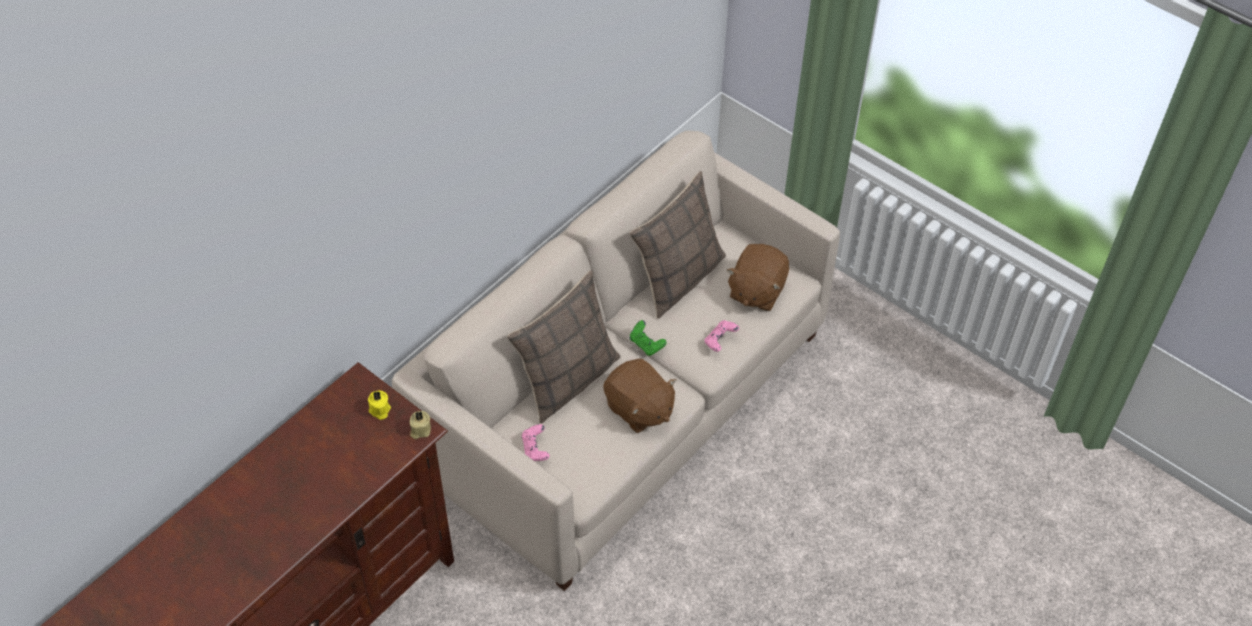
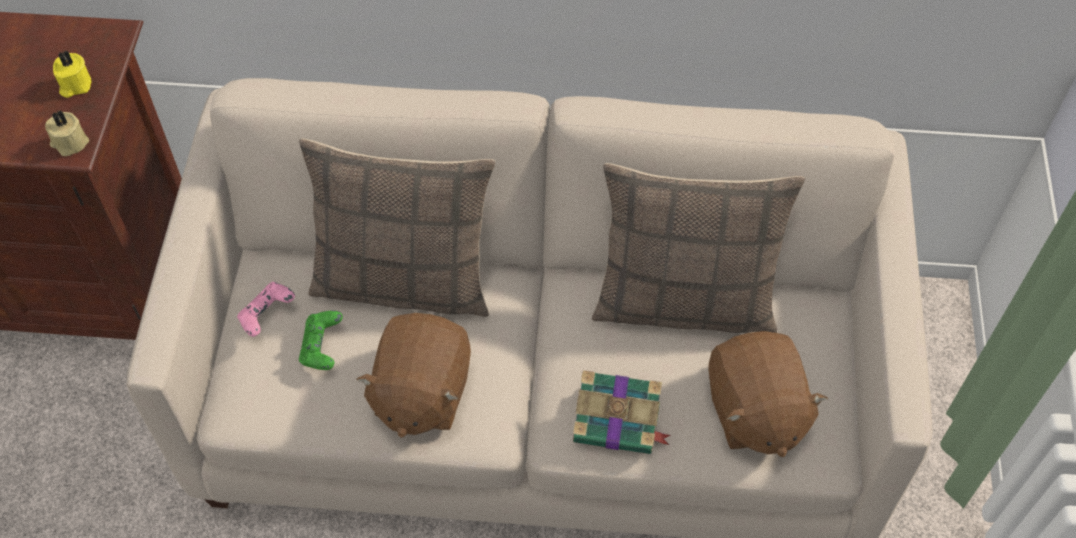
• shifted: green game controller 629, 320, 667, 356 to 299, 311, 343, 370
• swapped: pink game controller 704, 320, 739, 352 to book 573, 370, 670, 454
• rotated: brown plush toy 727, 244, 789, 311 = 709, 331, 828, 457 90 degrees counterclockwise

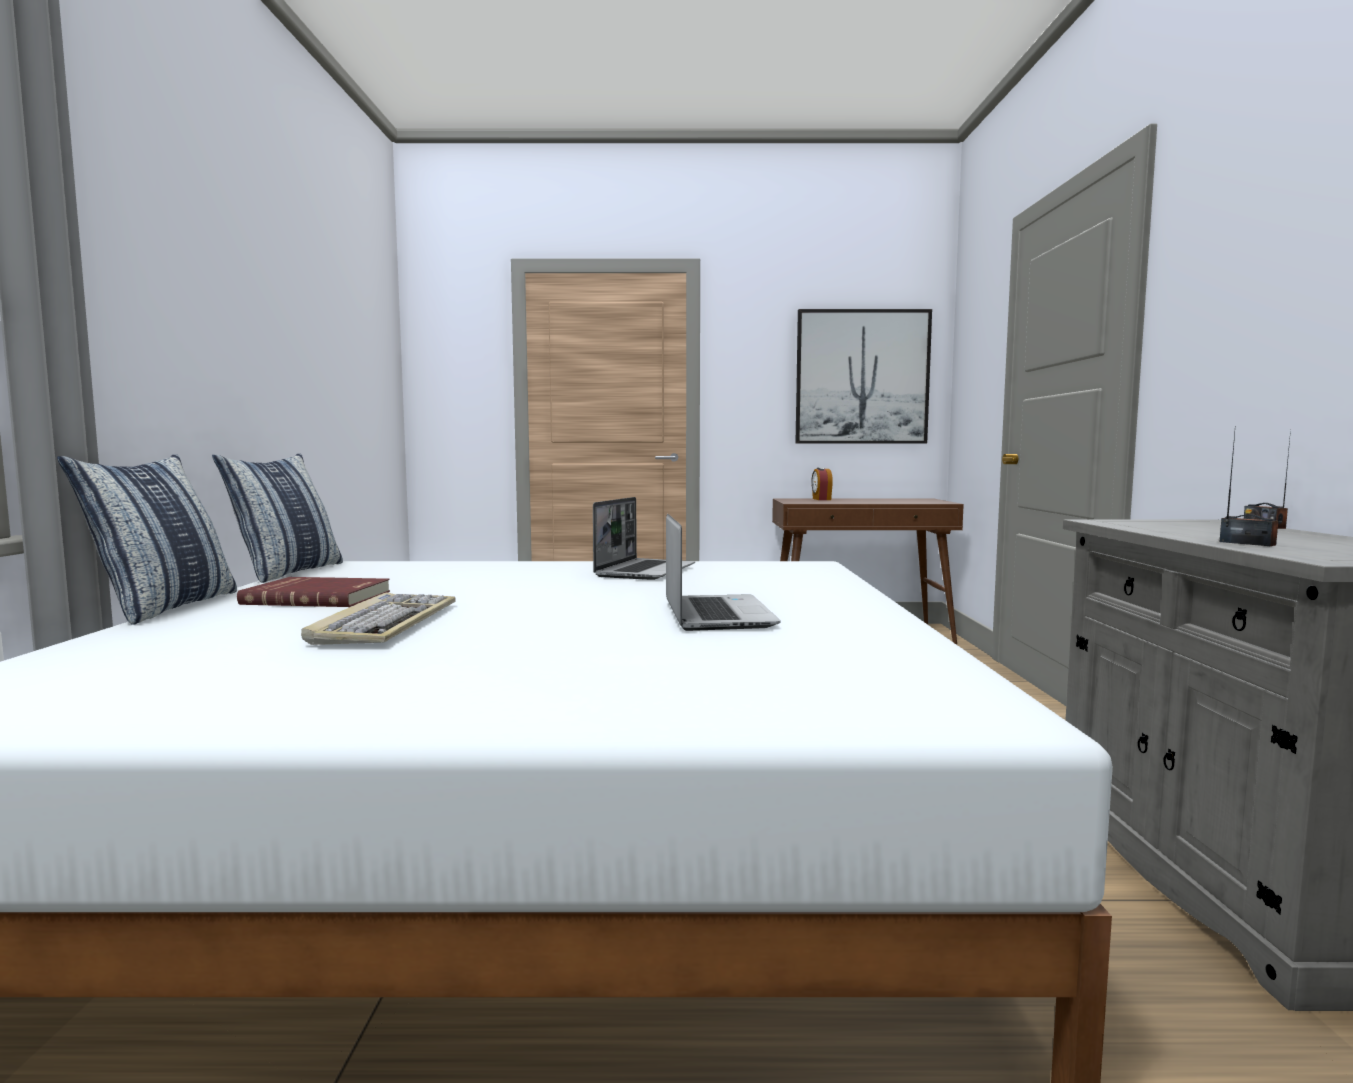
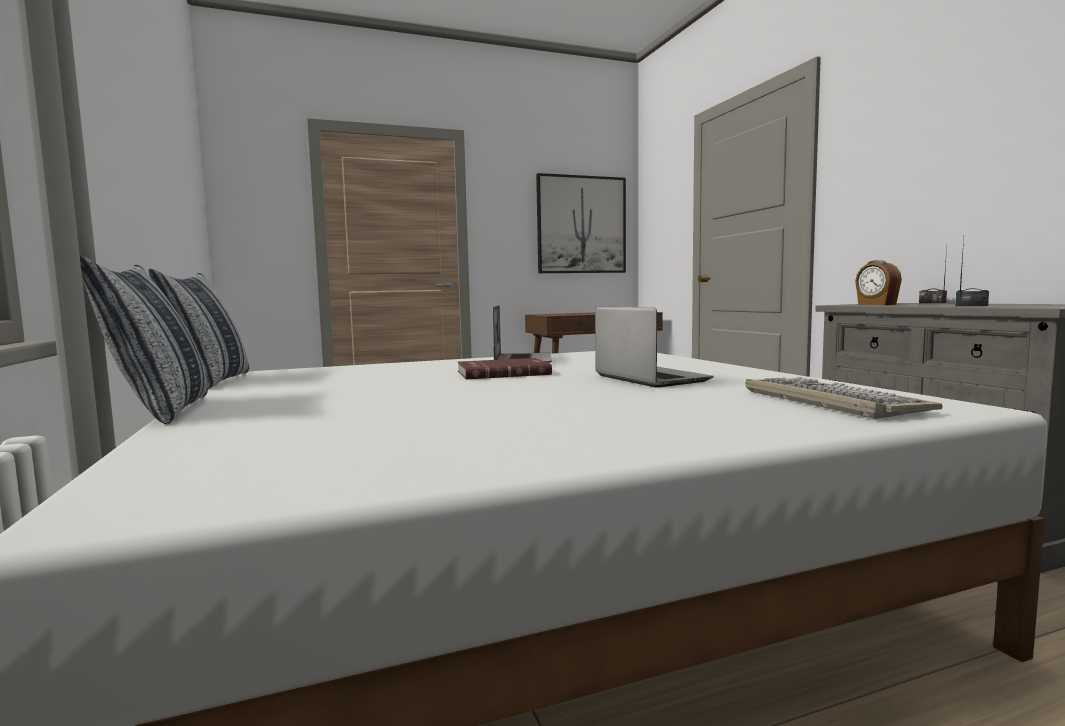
• shifted: red book 237, 577, 390, 607 to 457, 358, 552, 379
• shifted: keyboard 301, 592, 456, 645 to 745, 377, 942, 419
• shifted: alarm clock 811, 467, 833, 500 to 855, 260, 902, 305

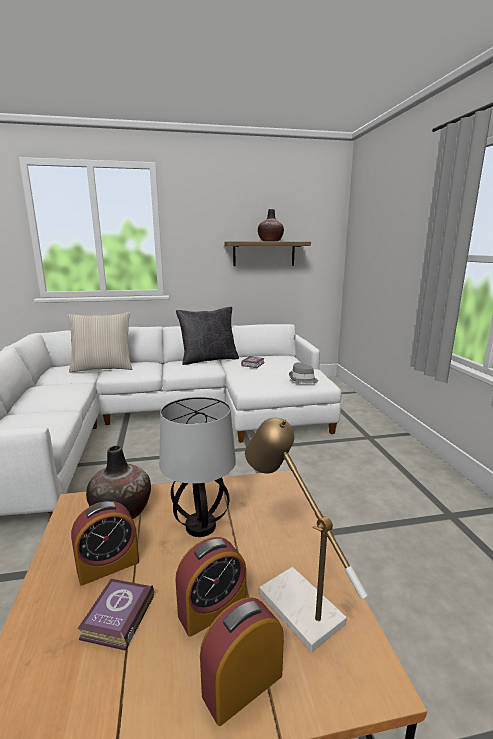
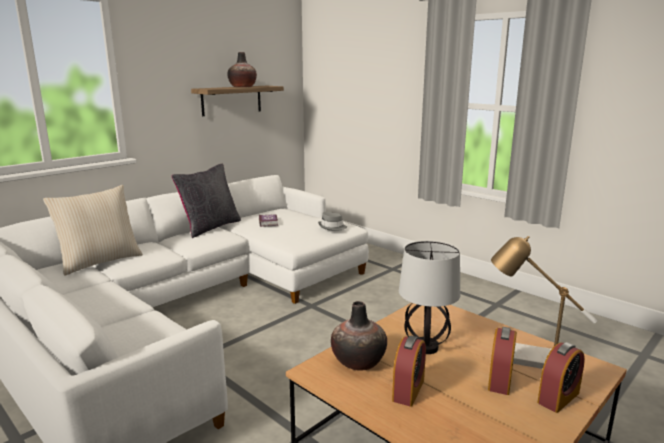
• rotated: alarm clock 200, 597, 284, 726 = 538, 342, 585, 413 150 degrees counterclockwise
• gone: book 77, 579, 154, 651

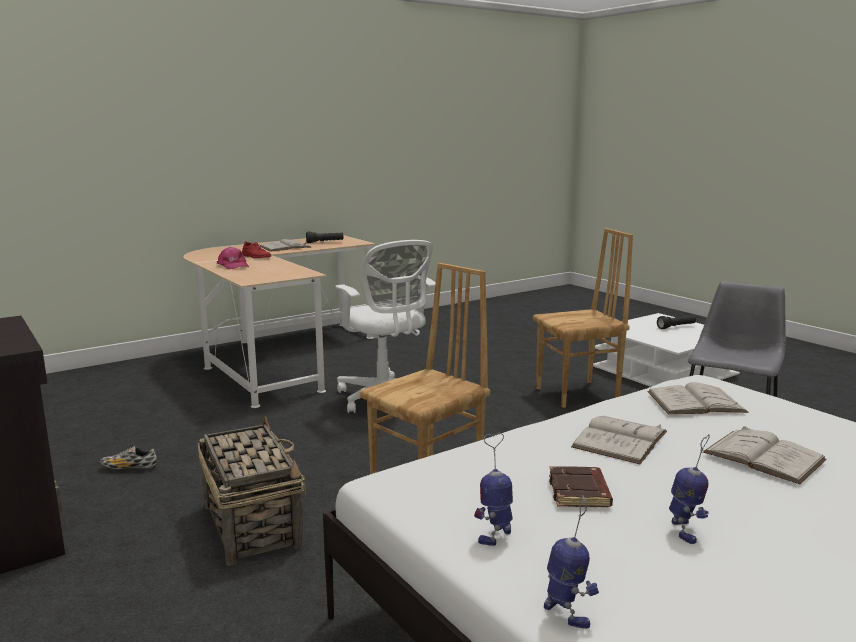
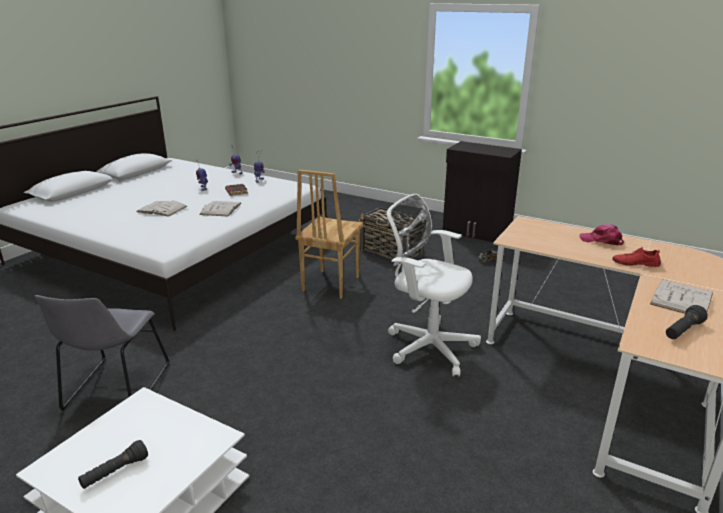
• gone: brown chair 533, 228, 633, 408
• gone: white book 647, 382, 749, 414

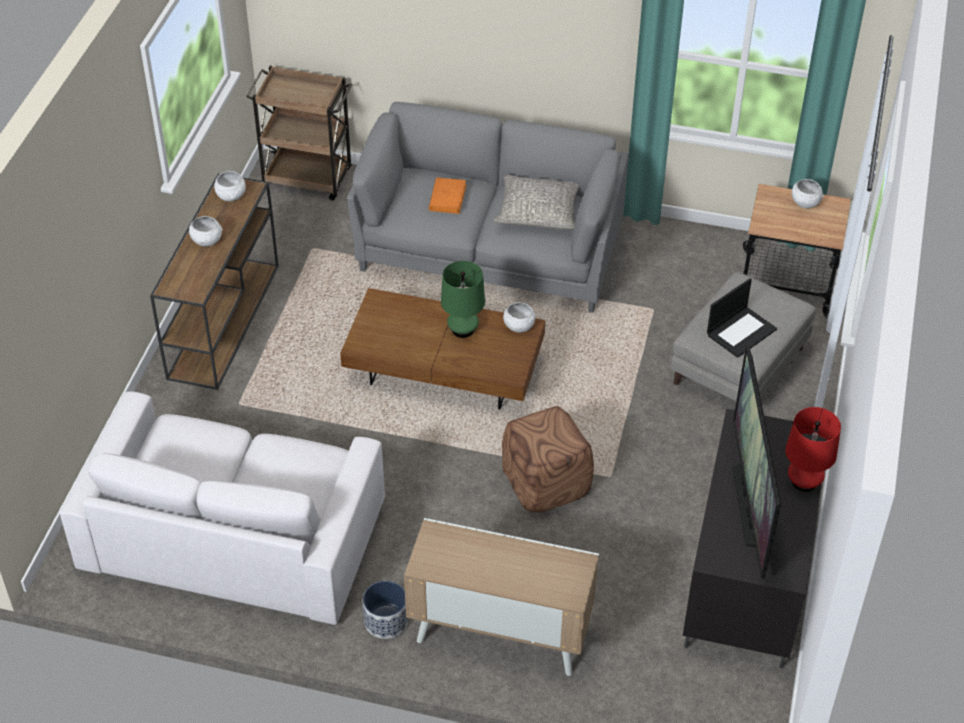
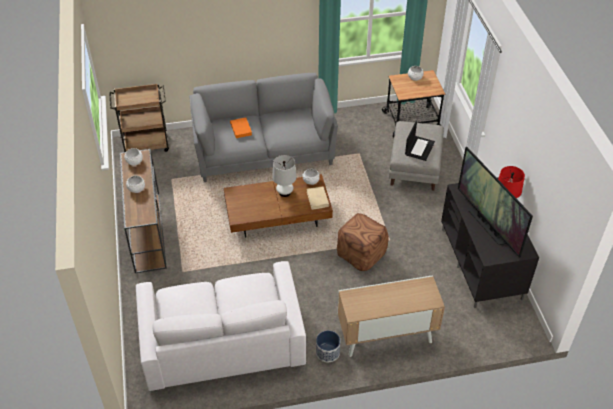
• repainted: green table lamp 441, 261, 485, 338 to white table lamp 272, 155, 297, 197
• new: beige book 307, 186, 330, 210
• gone: grey pillow 494, 174, 580, 230

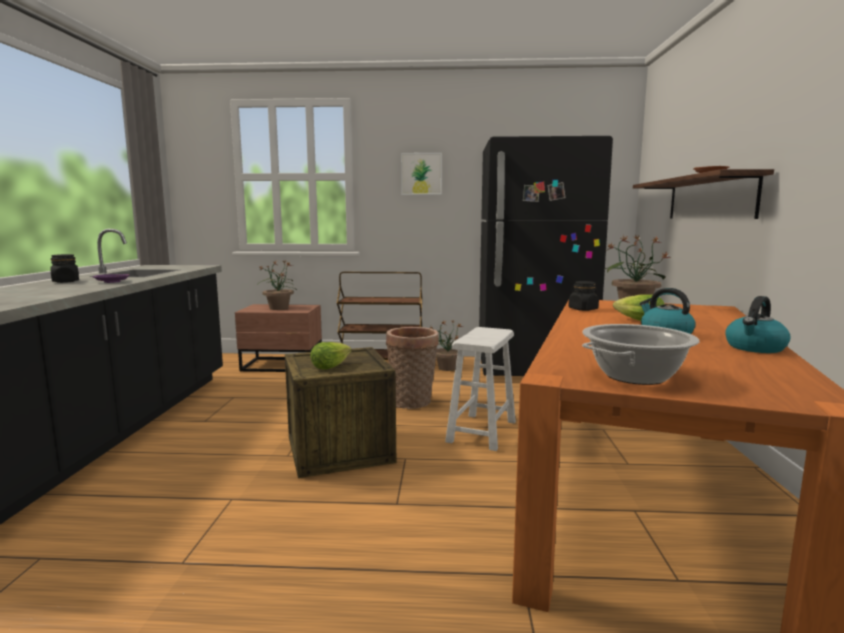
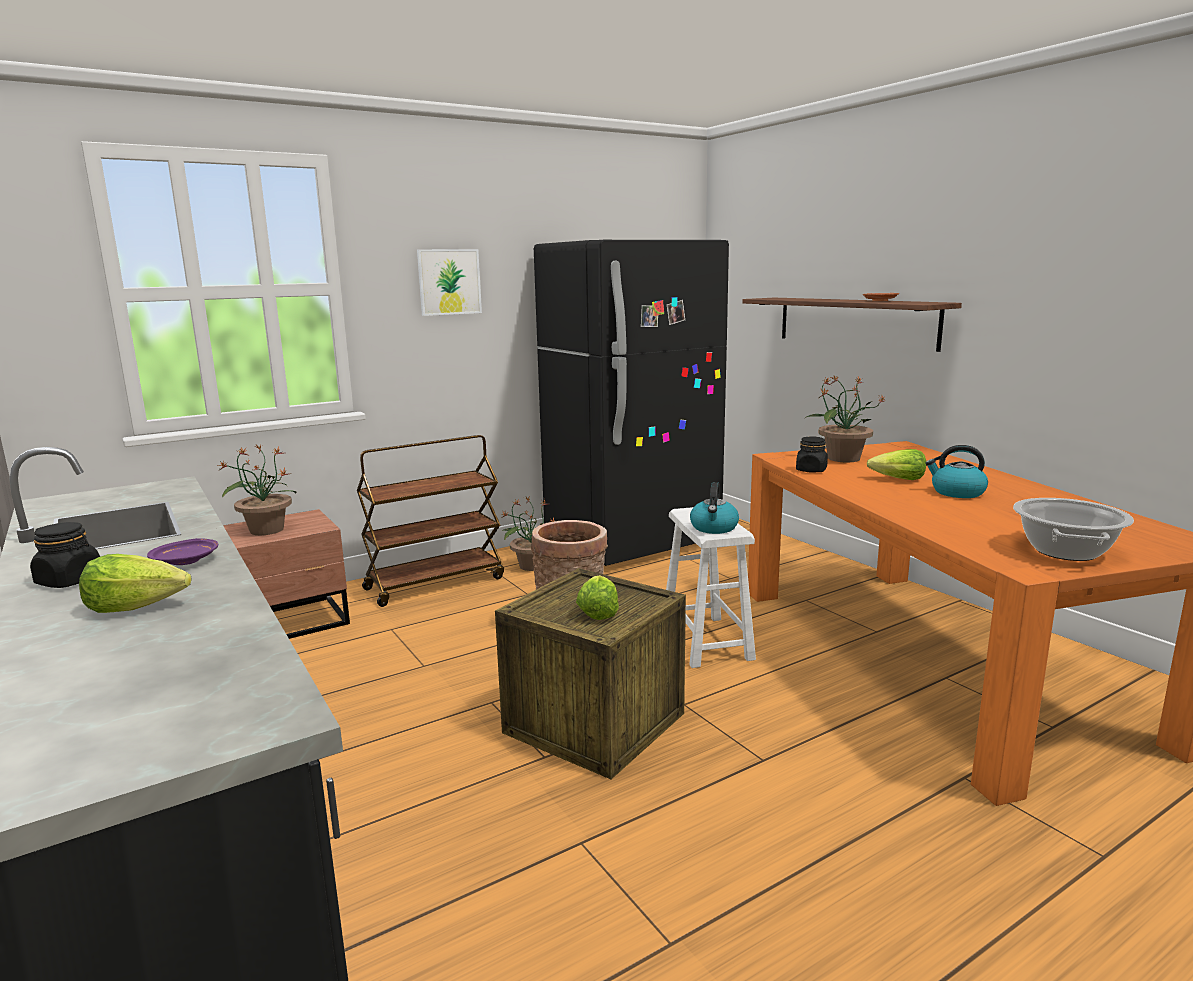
• new: lettuce 79, 554, 192, 613
• shifted: kettle 725, 296, 790, 353 to 690, 482, 739, 534

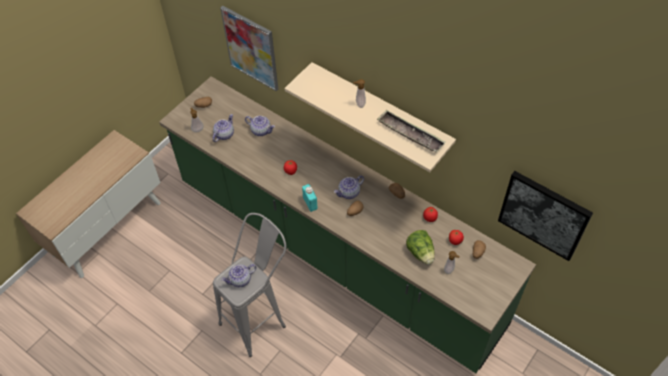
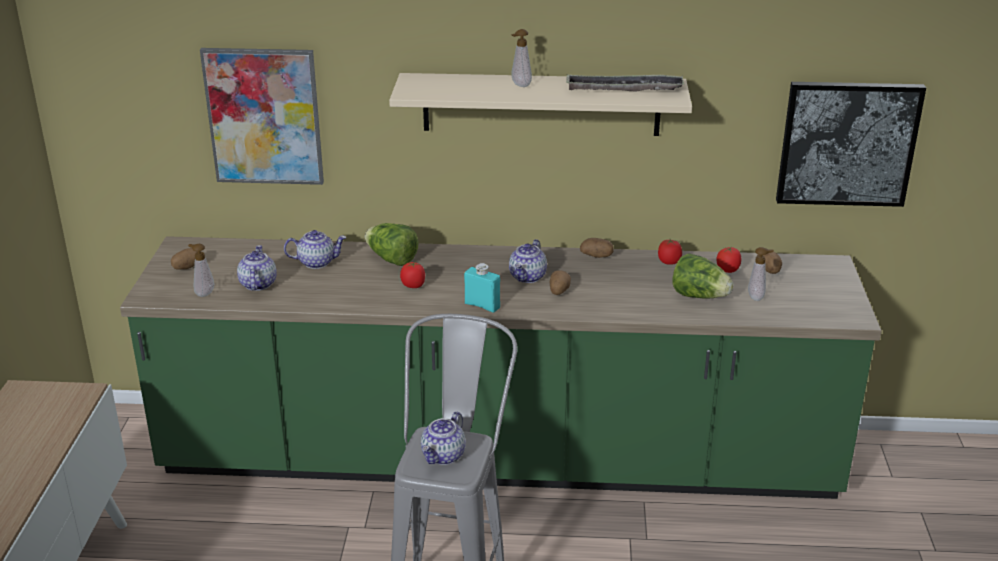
• new: lettuce 365, 223, 419, 266

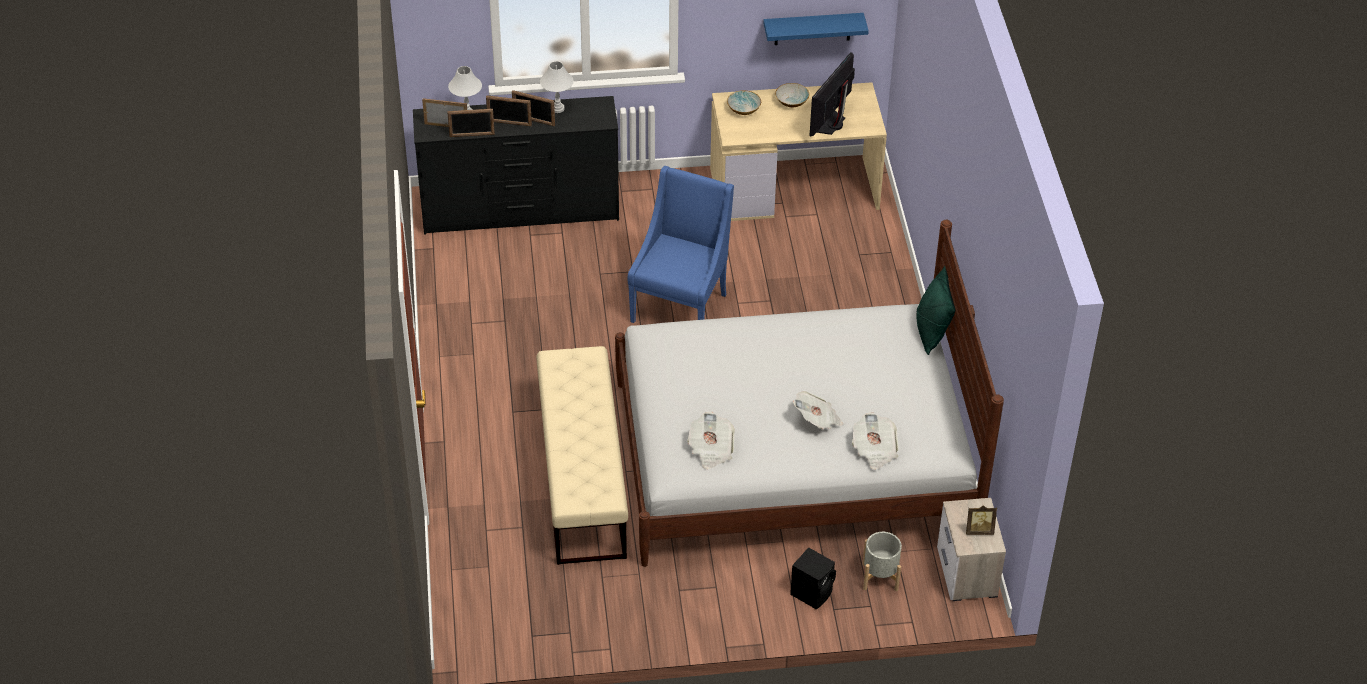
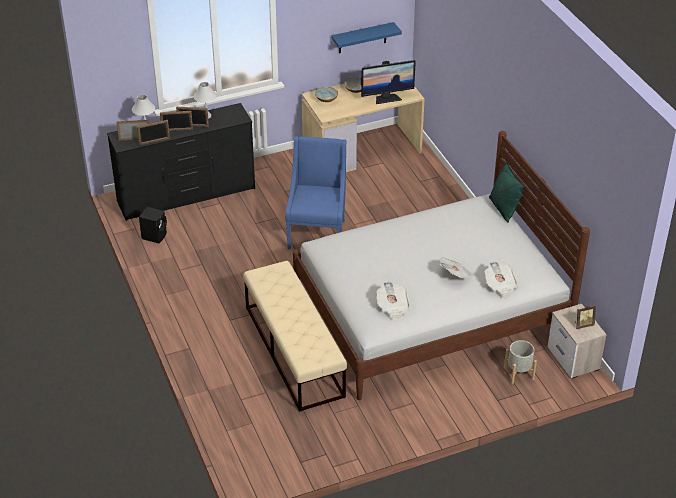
• shifted: black speaker 790, 547, 836, 609 to 139, 207, 167, 243
• rotated: monitor 809, 52, 855, 136 = 361, 60, 416, 104 120 degrees counterclockwise

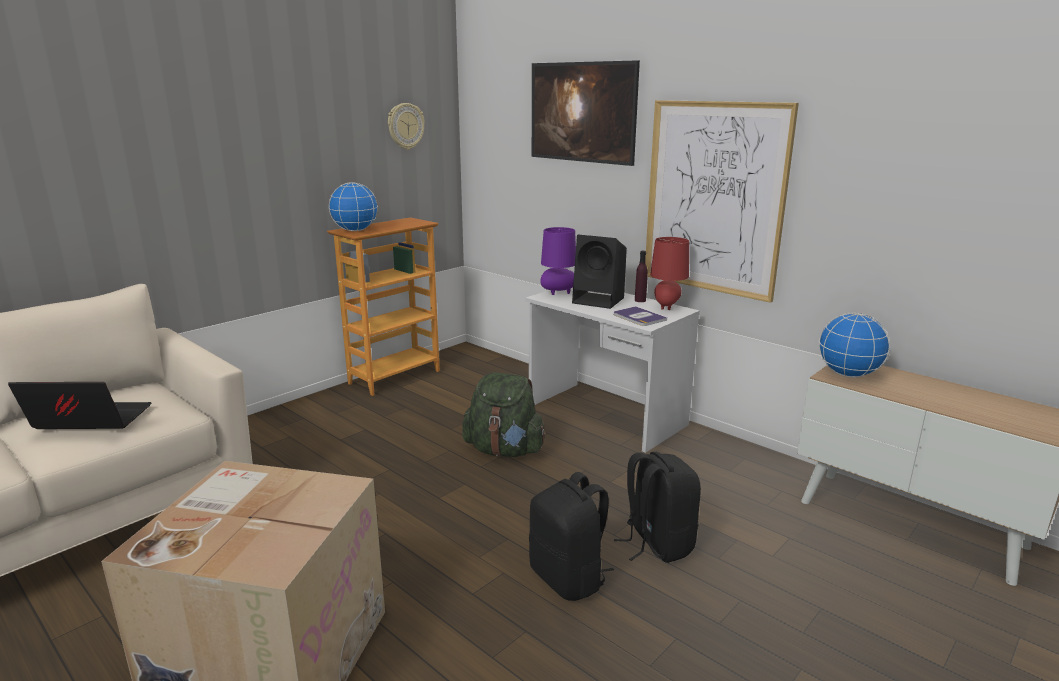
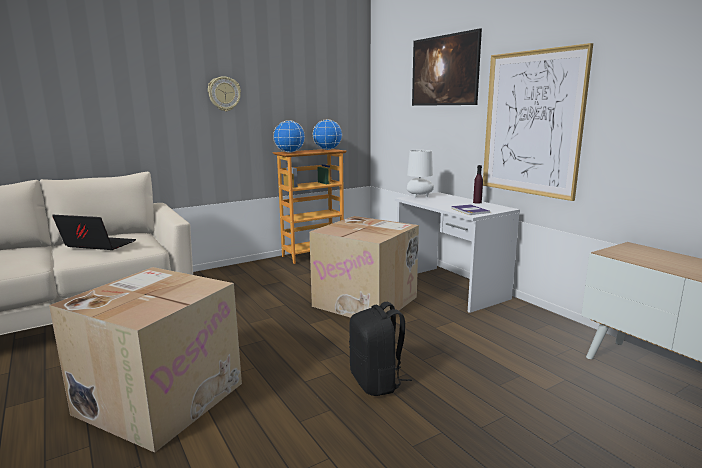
• shifted: wall clock 388, 103, 425, 150 to 208, 76, 241, 111
• swapped: green backpack 462, 372, 546, 457 to cardboard box 309, 216, 419, 318
• shifted: globe 819, 312, 890, 378 to 313, 119, 342, 150
• repainted: purple table lamp 540, 227, 576, 295 to white table lamp 407, 150, 434, 198
• gone: black speaker 572, 235, 627, 309
• gone: black backpack 614, 452, 701, 563
• gone: red table lamp 650, 237, 689, 310

